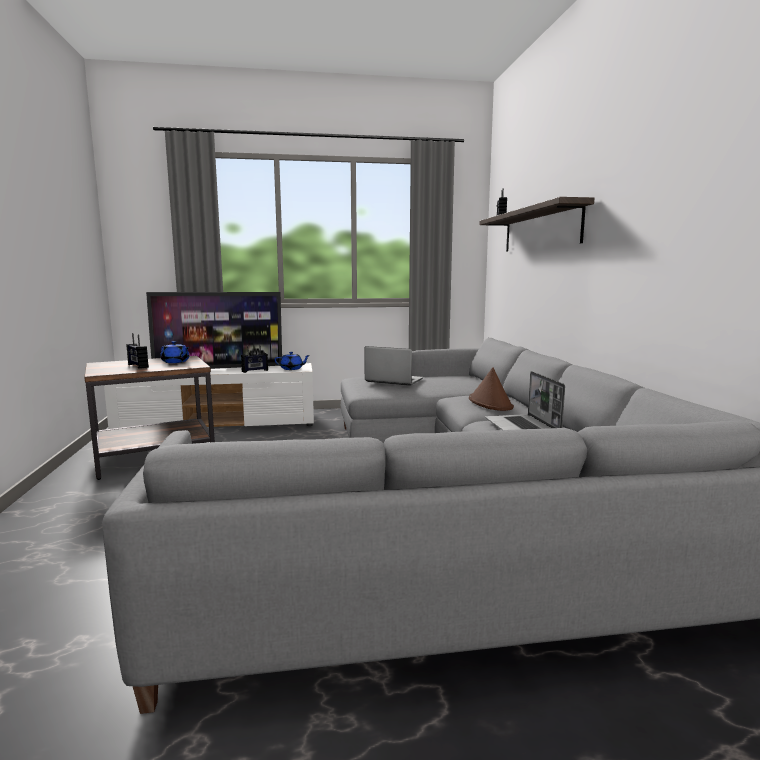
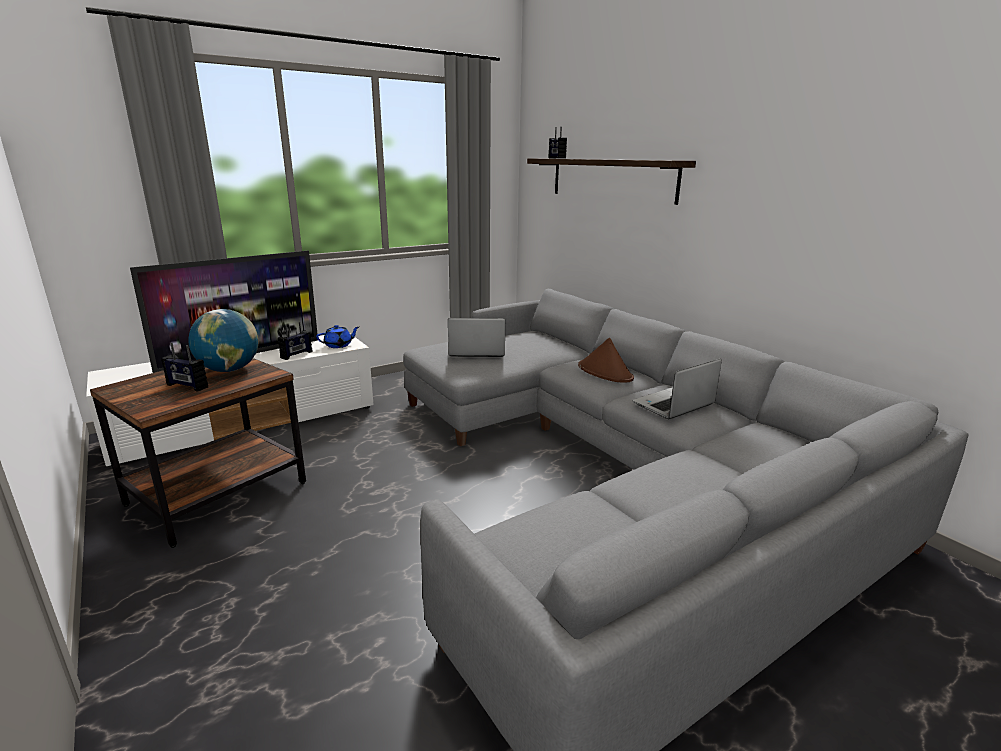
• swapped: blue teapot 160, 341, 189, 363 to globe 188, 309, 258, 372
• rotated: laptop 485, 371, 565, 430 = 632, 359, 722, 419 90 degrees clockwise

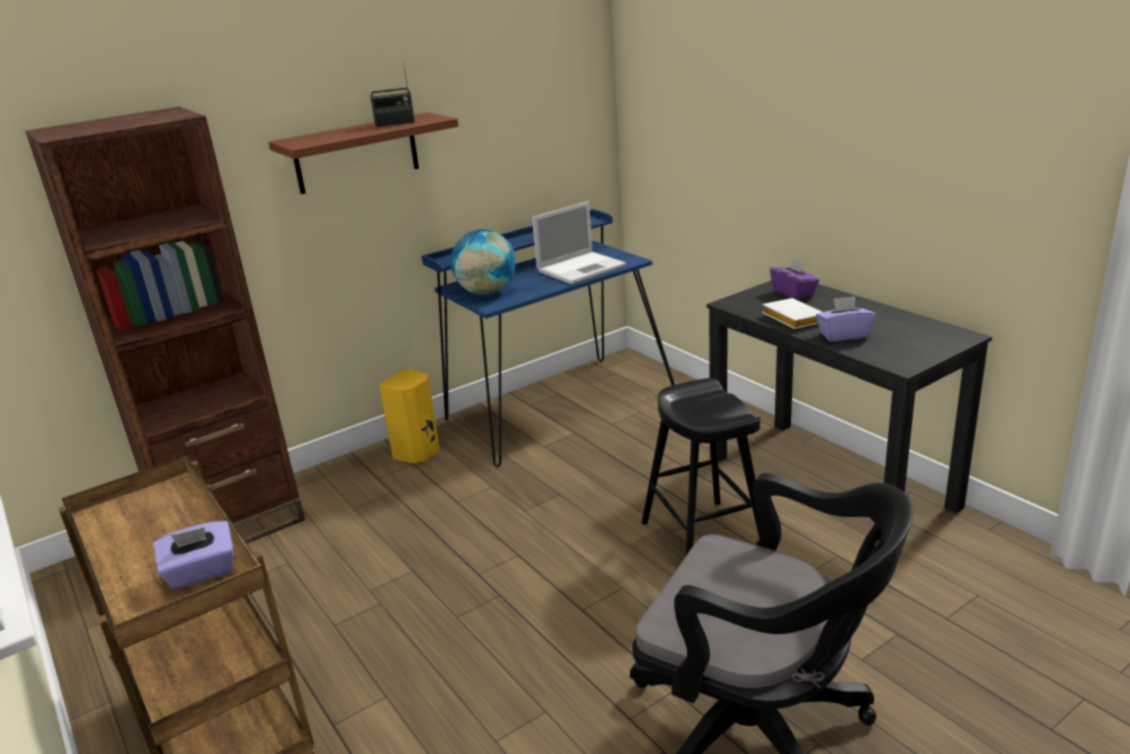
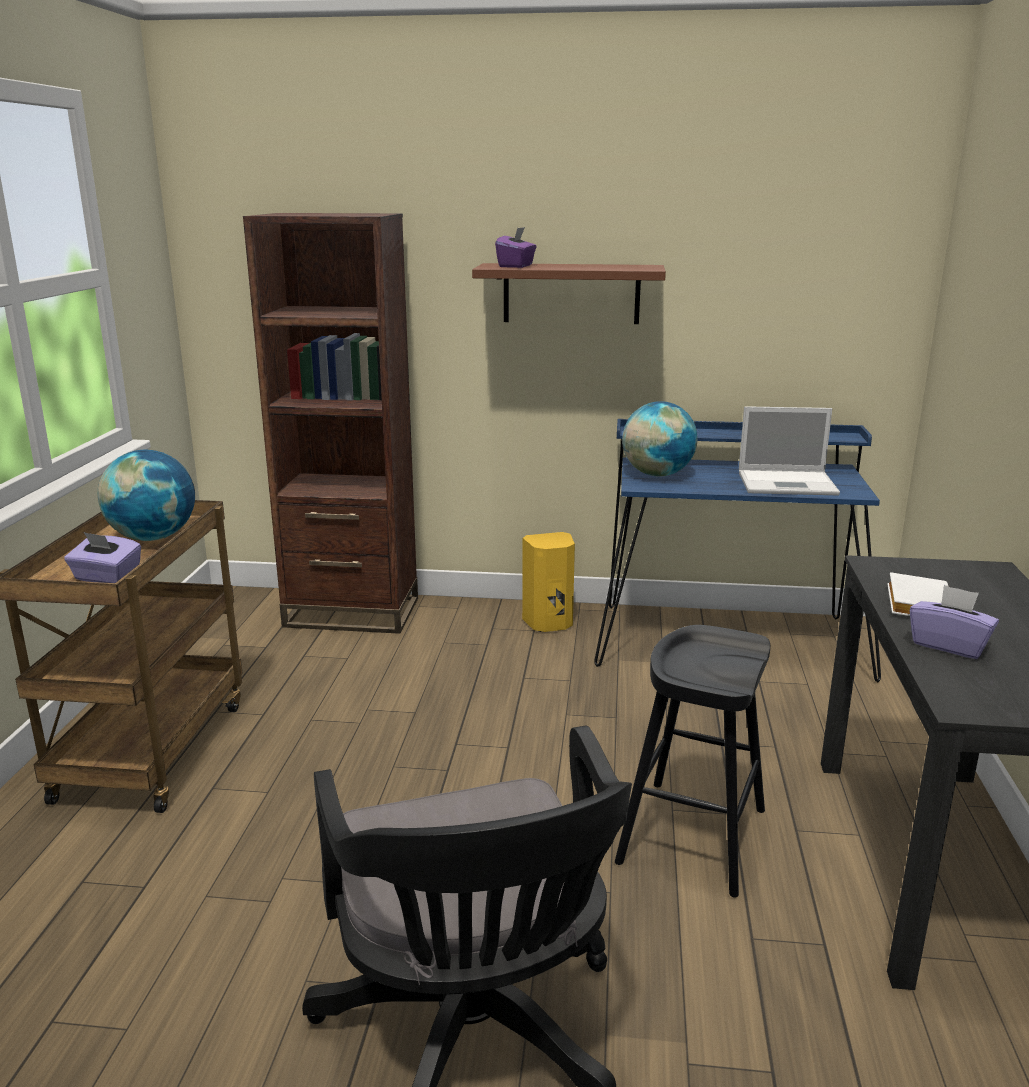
• new: globe 98, 450, 195, 541
• shifted: purple tissue box 770, 257, 819, 300 to 495, 227, 537, 268
• gone: radio 370, 62, 415, 127

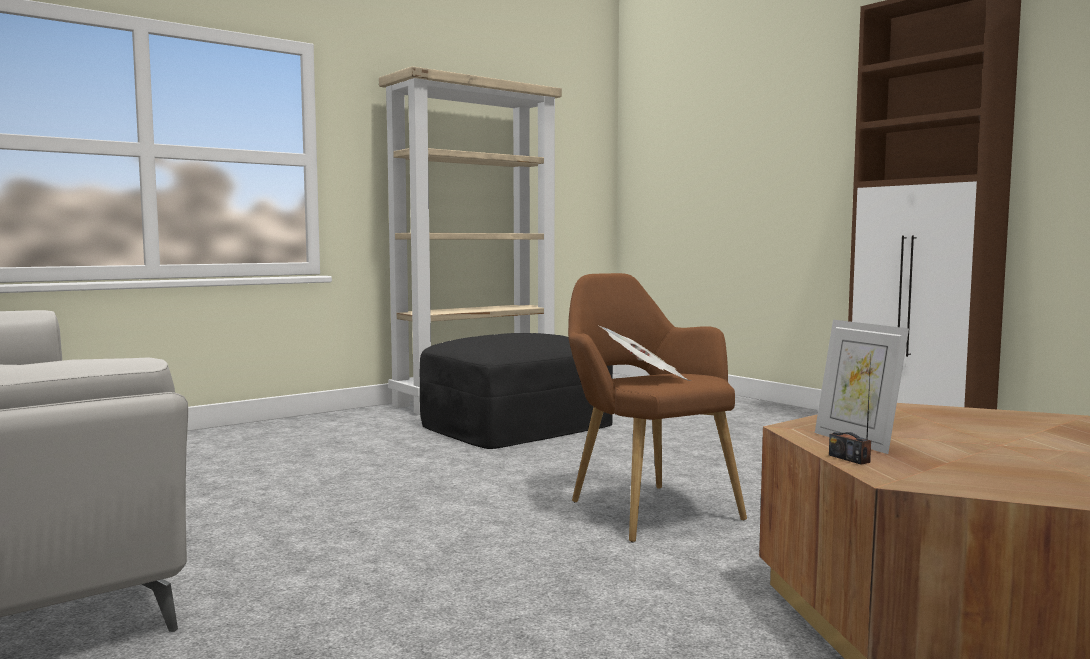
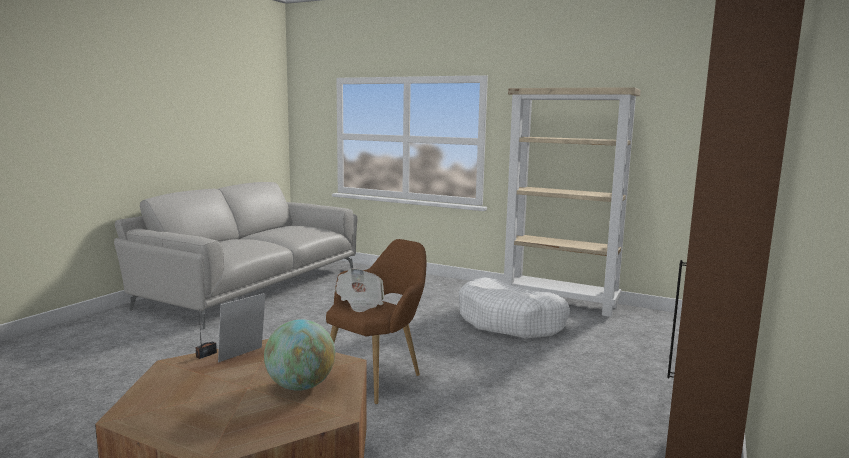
• new: globe 264, 319, 335, 391
• swapped: black ottoman 420, 333, 613, 449 to white dog bed 459, 277, 570, 339

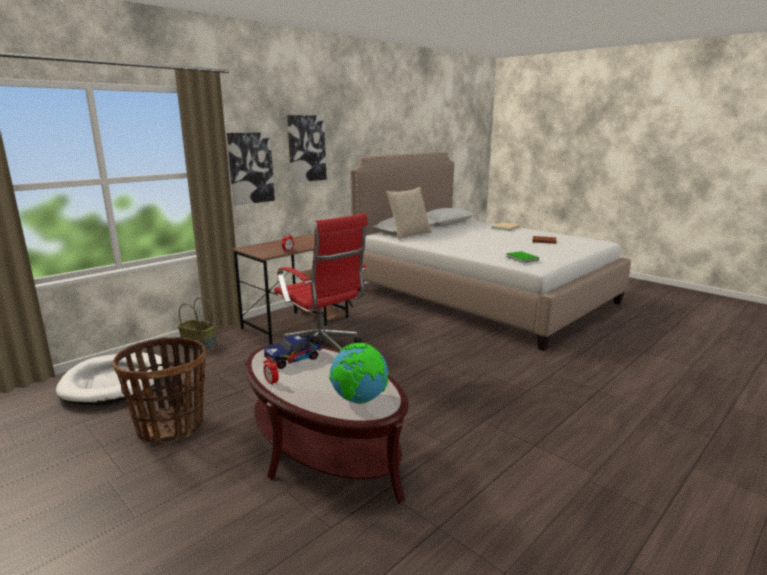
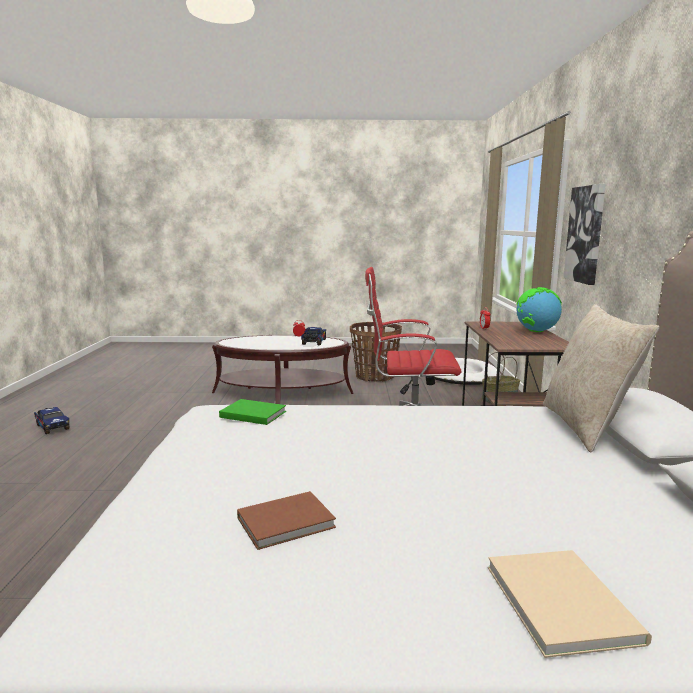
• new: toy truck 34, 407, 70, 434
• shifted: globe 329, 343, 389, 404 to 516, 287, 562, 332
• gone: picture 287, 115, 327, 183

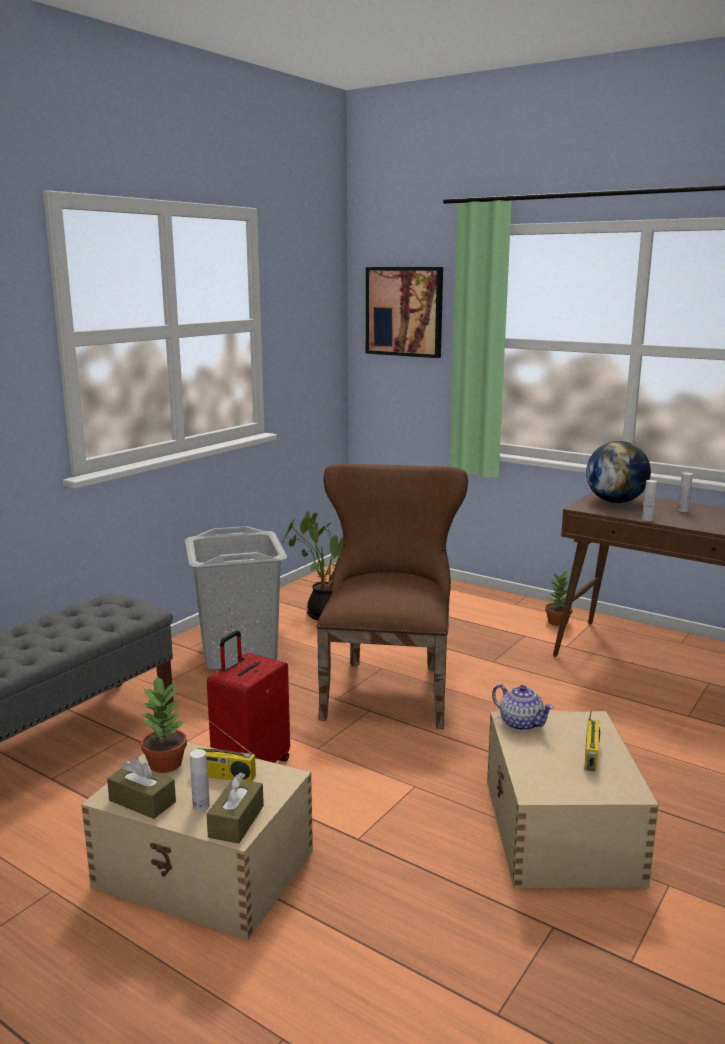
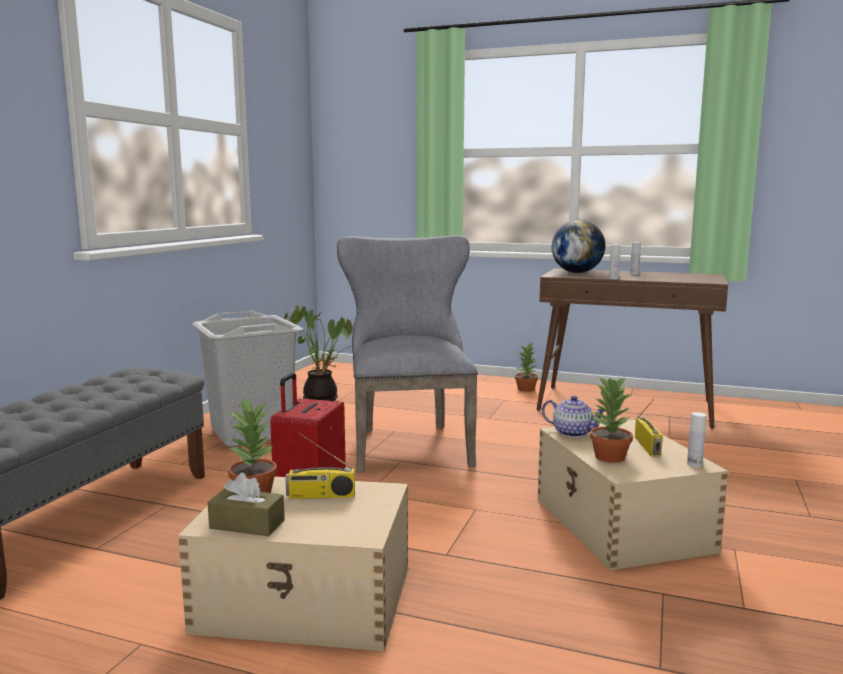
• repainted: brown chair 317, 464, 468, 729 to grey chair 337, 235, 478, 473
• new: potted plant 590, 376, 633, 463
• shifted: white bottle 190, 749, 210, 811 to 687, 412, 706, 468
• gone: brown tissue box 207, 772, 264, 844
• gone: picture 366, 267, 443, 358

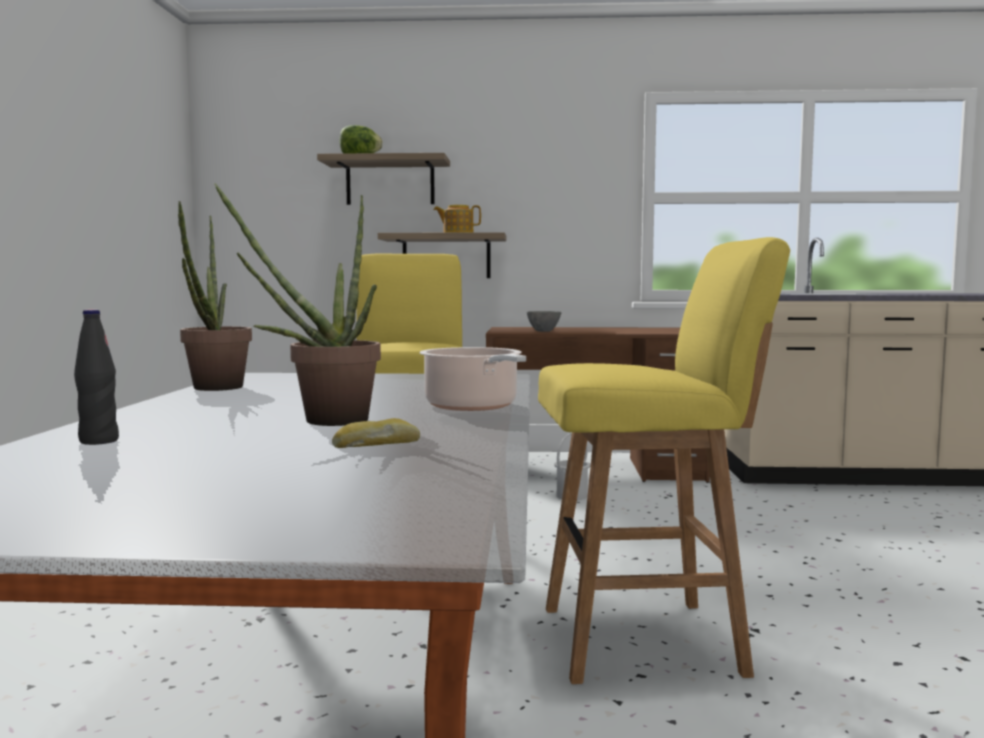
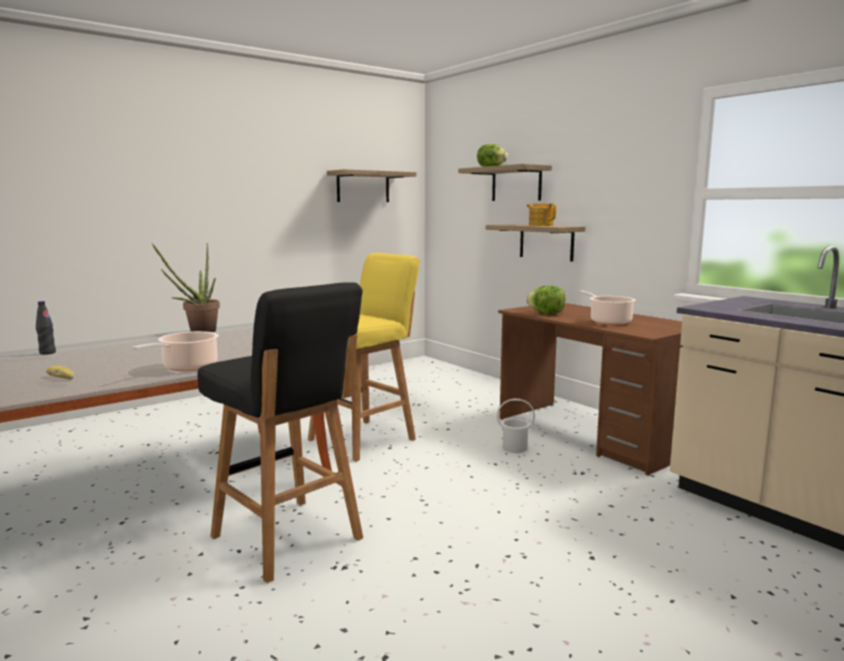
• repainted: yellow stool 538, 237, 790, 684 to black stool 197, 282, 363, 583
• new: shelf 327, 169, 416, 202
• swapped: grey bowl 527, 311, 561, 332 to lettuce 526, 286, 566, 314
• new: cooking pot 579, 291, 636, 325
• gone: potted plant 214, 183, 381, 426

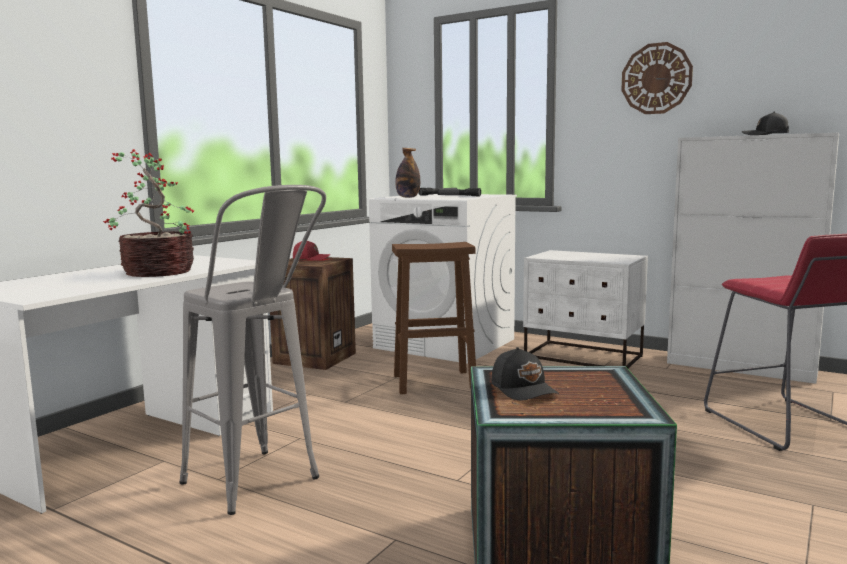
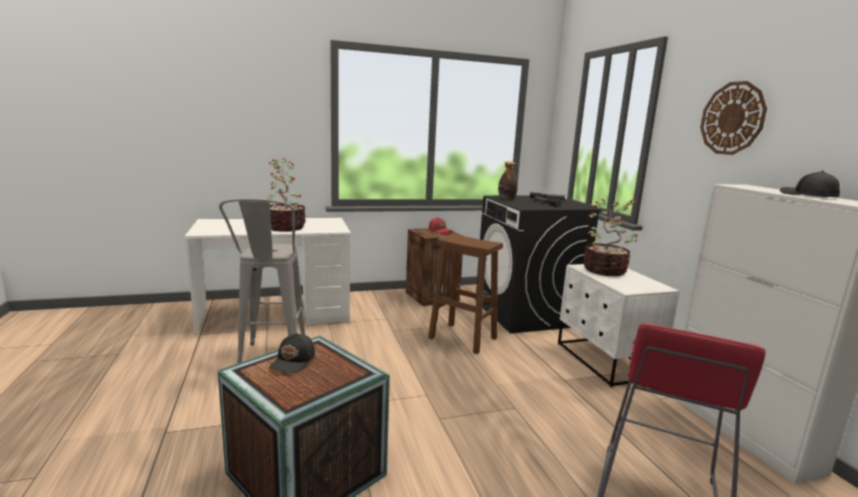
• repainted: white washing machine 369, 194, 517, 364 to black washing machine 475, 195, 602, 333
• new: potted plant 583, 198, 638, 276

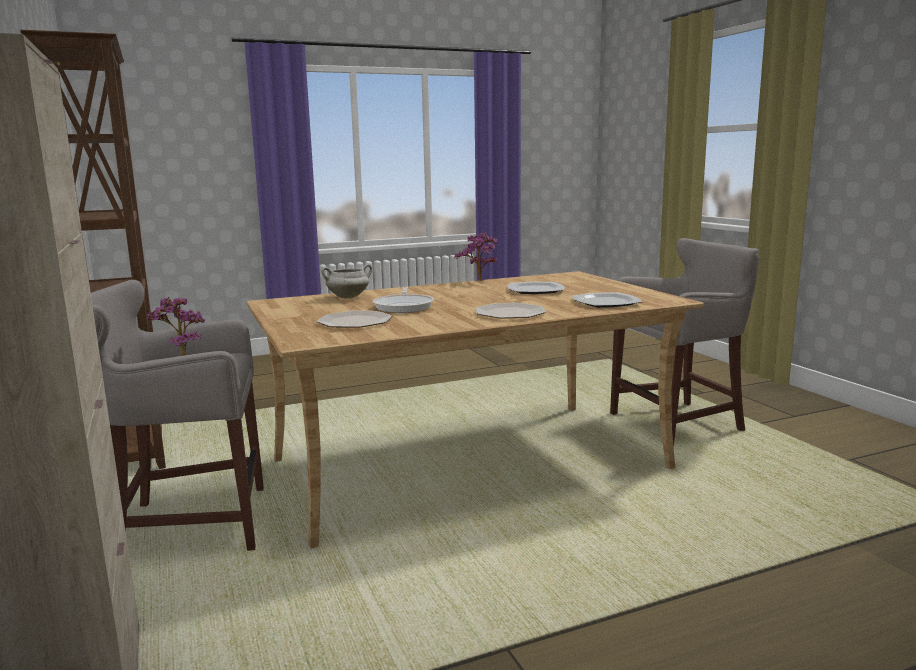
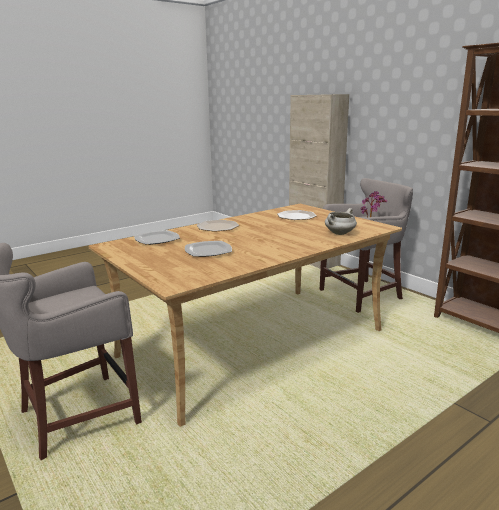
• gone: frying pan 372, 287, 435, 313
• gone: potted plant 454, 233, 498, 281

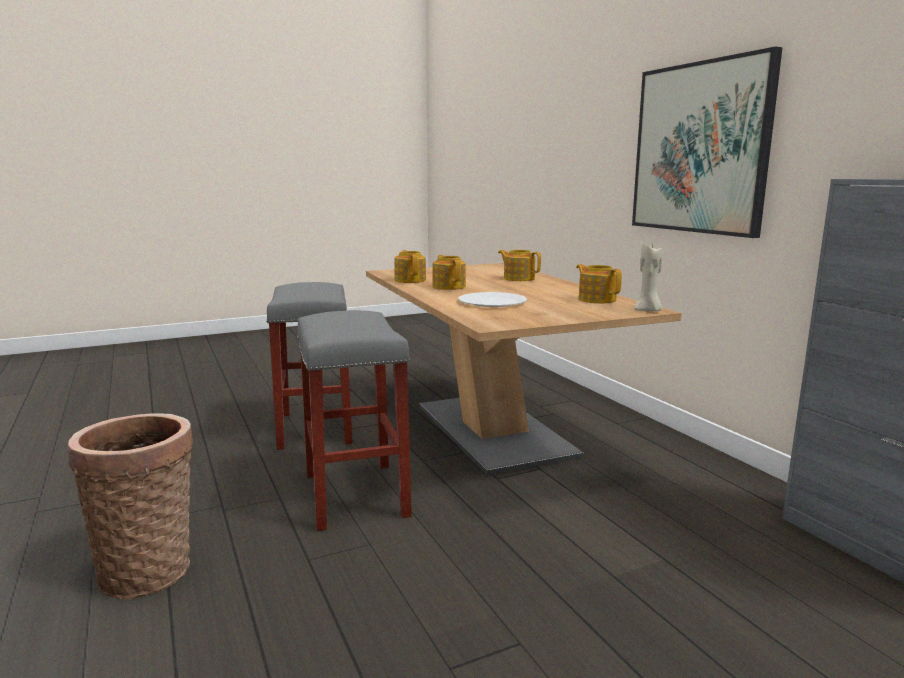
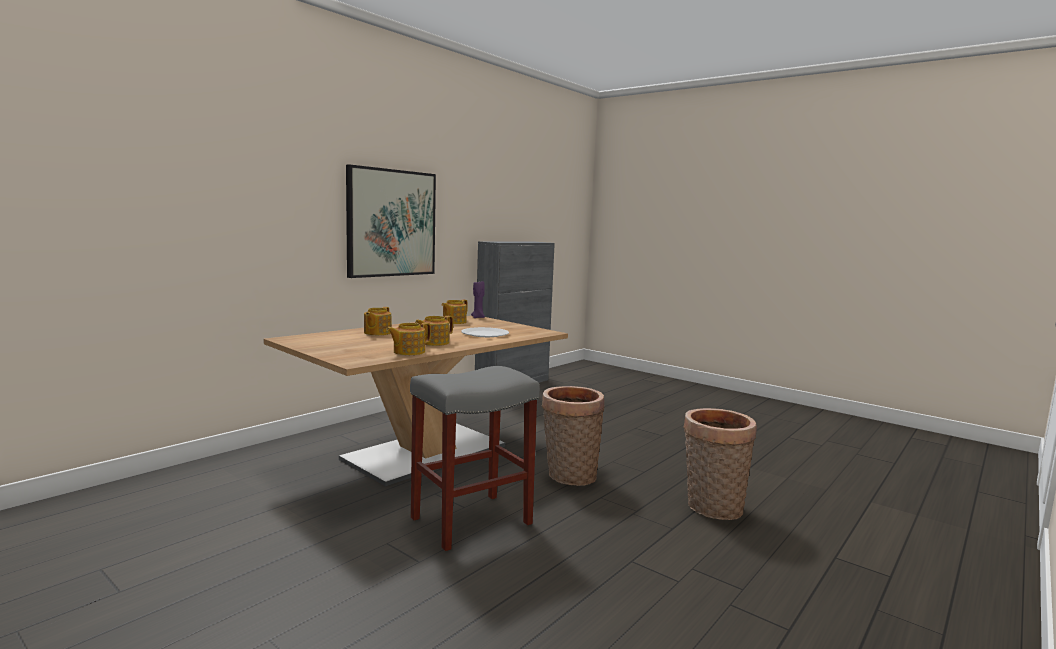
• repainted: beige candle 634, 244, 662, 311 to purple candle 471, 281, 485, 318
• swapped: grey stool 297, 310, 412, 531 to basket 542, 386, 605, 486

